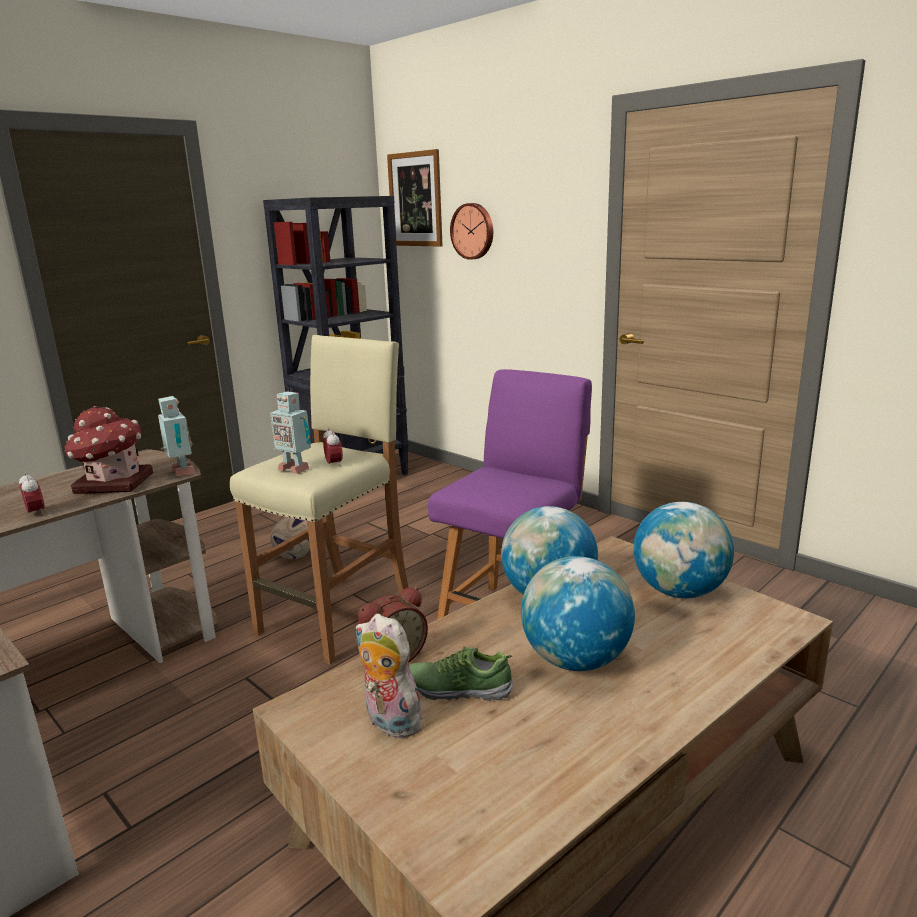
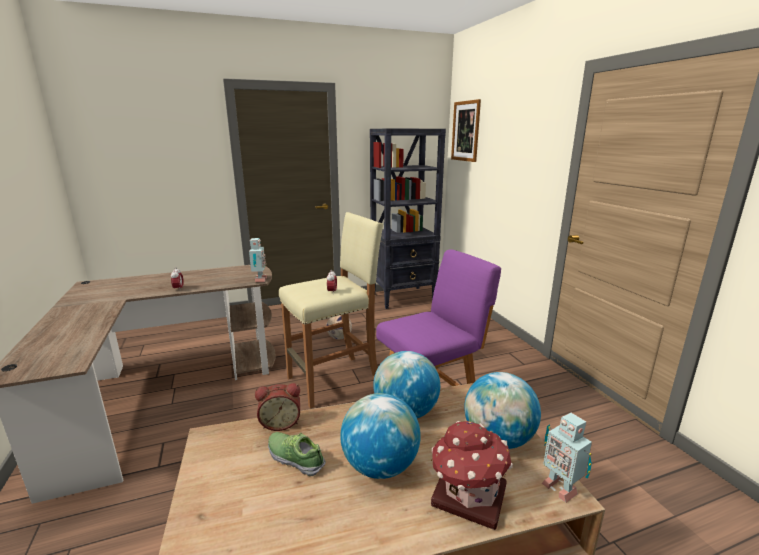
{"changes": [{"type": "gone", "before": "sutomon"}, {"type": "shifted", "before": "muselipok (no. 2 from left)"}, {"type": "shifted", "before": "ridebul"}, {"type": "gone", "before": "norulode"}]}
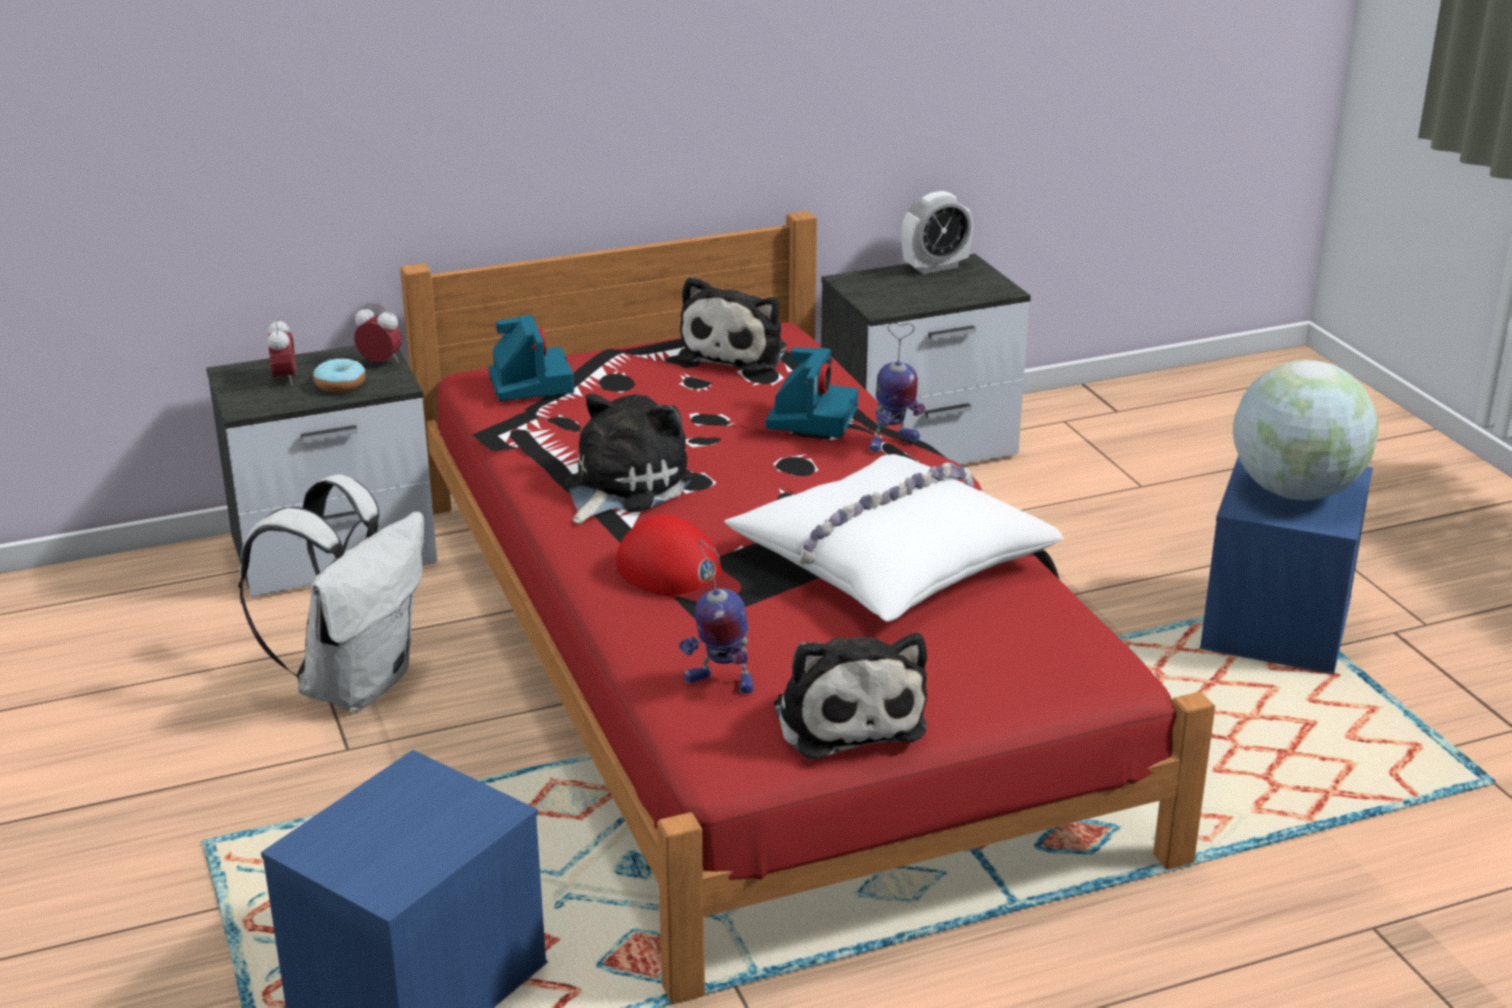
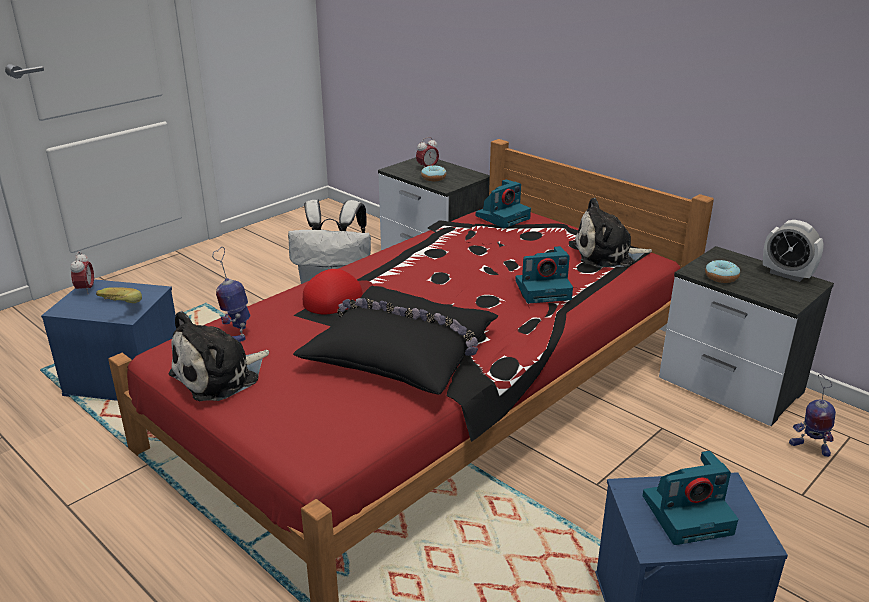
{"changes": [{"type": "shifted", "before": "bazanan (no. 2 from left in the first image)", "after": "bazanan (no. 1 from left)"}, {"type": "shifted", "before": "muselipok (no. 2 from left)"}, {"type": "swapped", "before": "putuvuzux", "after": "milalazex (no. 3 from left)"}, {"type": "gone", "before": "norulode (no. 1 from left)"}, {"type": "repainted", "before": "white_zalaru", "after": "black_zalaru"}, {"type": "rotated", "before": "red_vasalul", "turn": -150}, {"type": "new", "after": "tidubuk (no. 2 from left)"}, {"type": "new", "after": "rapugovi"}]}
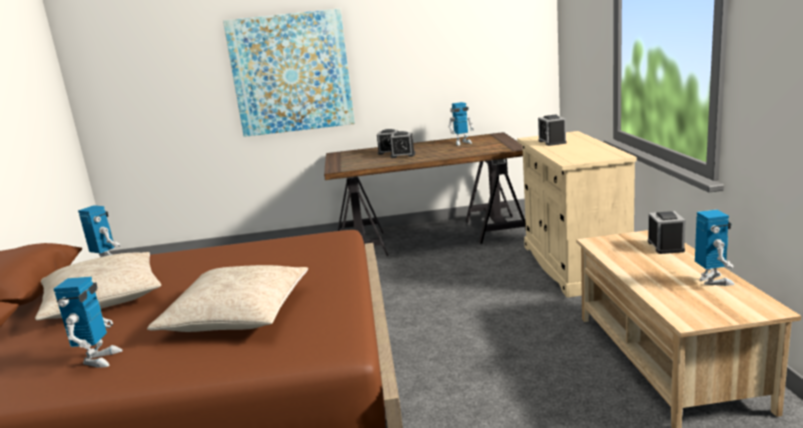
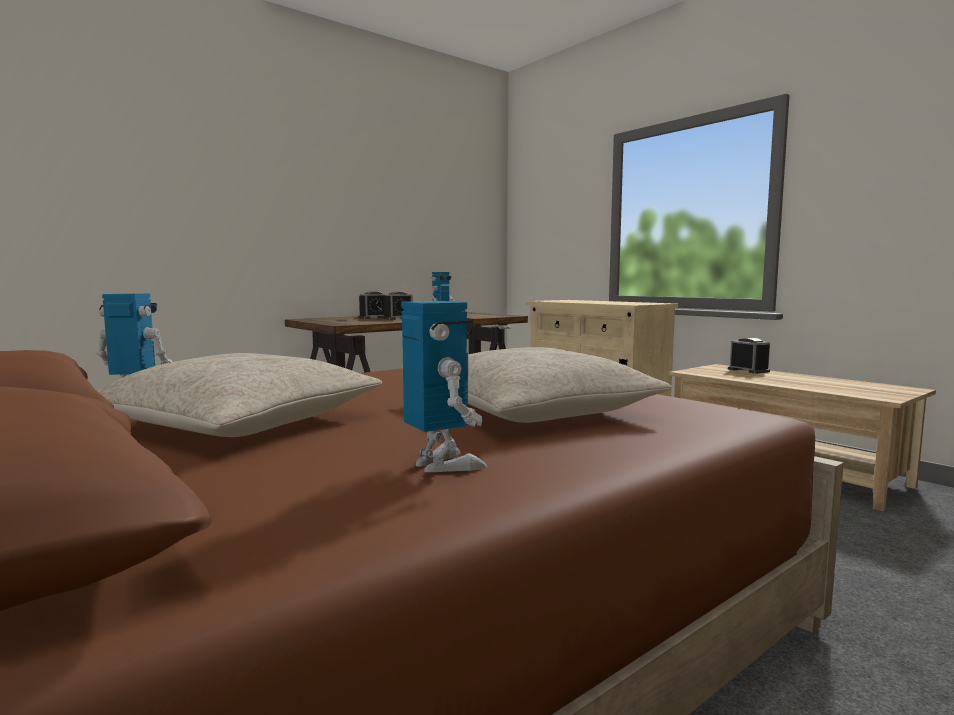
{"changes": [{"type": "gone", "before": "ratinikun"}, {"type": "gone", "before": "bazanan (no. 3 from left)"}, {"type": "gone", "before": "muselipok (no. 4 from left)"}]}
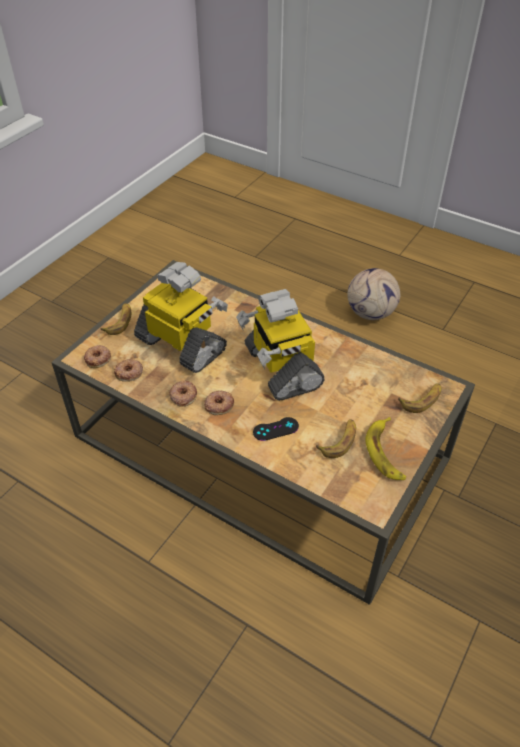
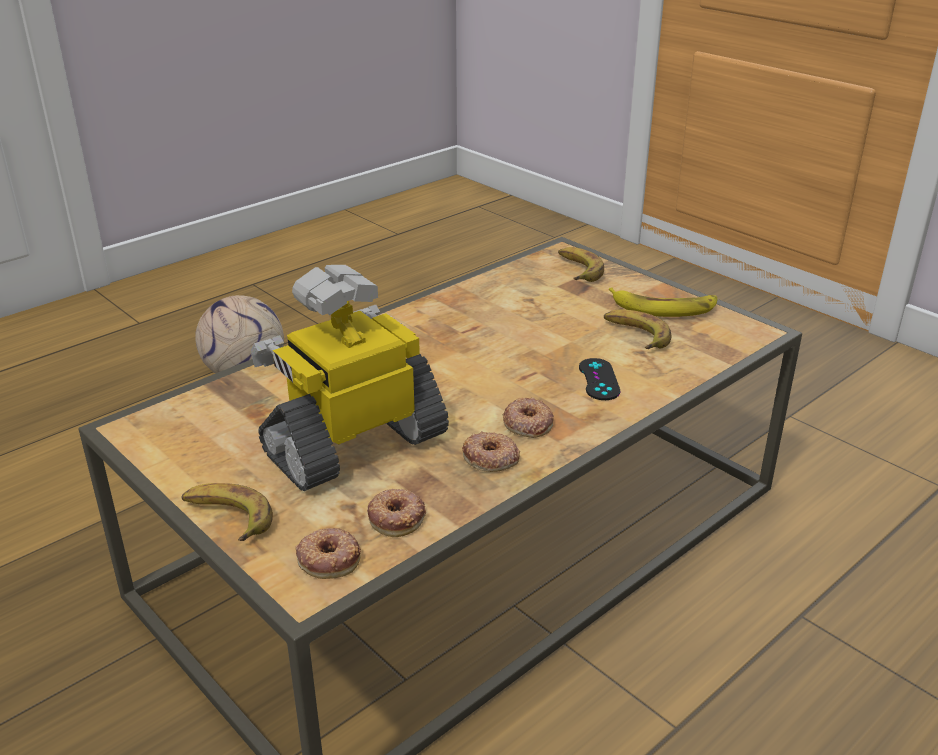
{"changes": [{"type": "gone", "before": "muselipok (no. 2 from left)"}]}
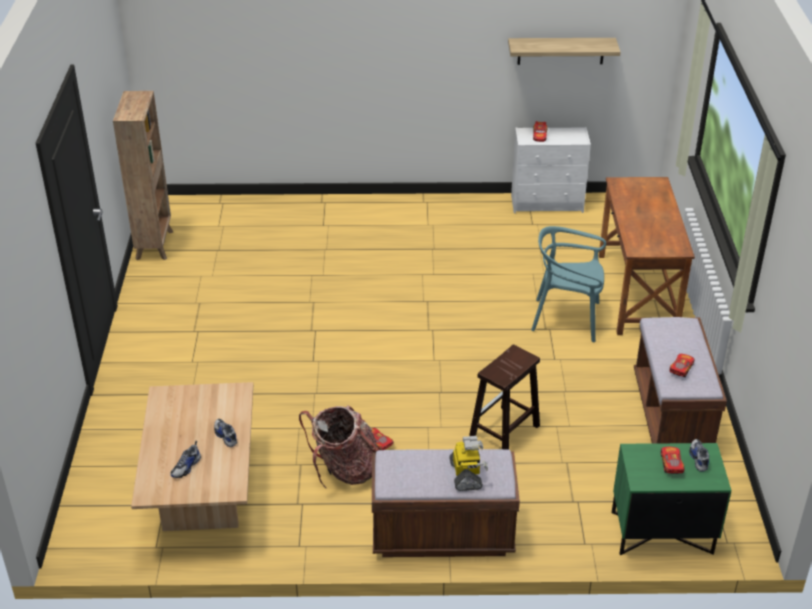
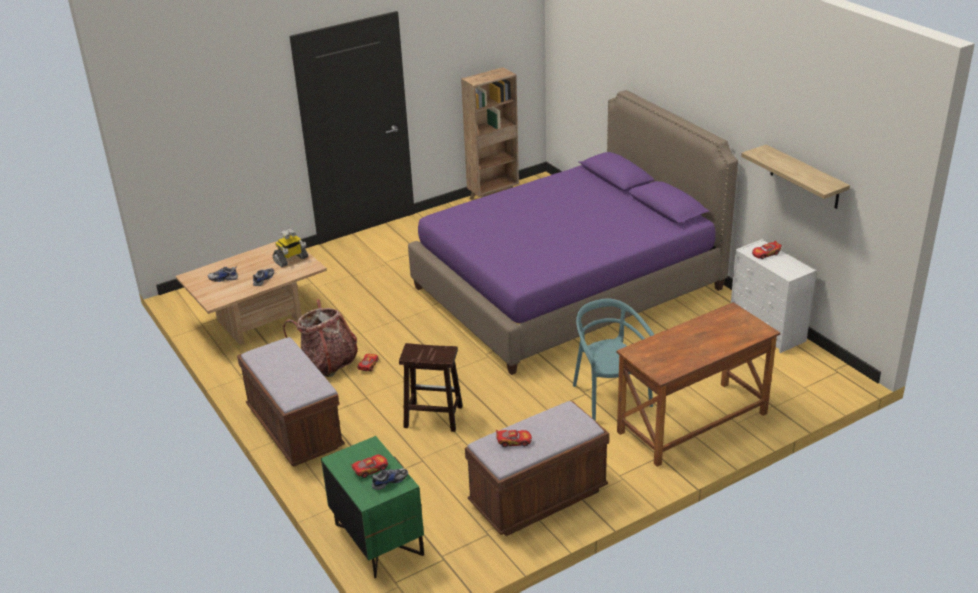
{"changes": [{"type": "shifted", "before": "muselipok"}, {"type": "new", "after": "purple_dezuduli"}]}
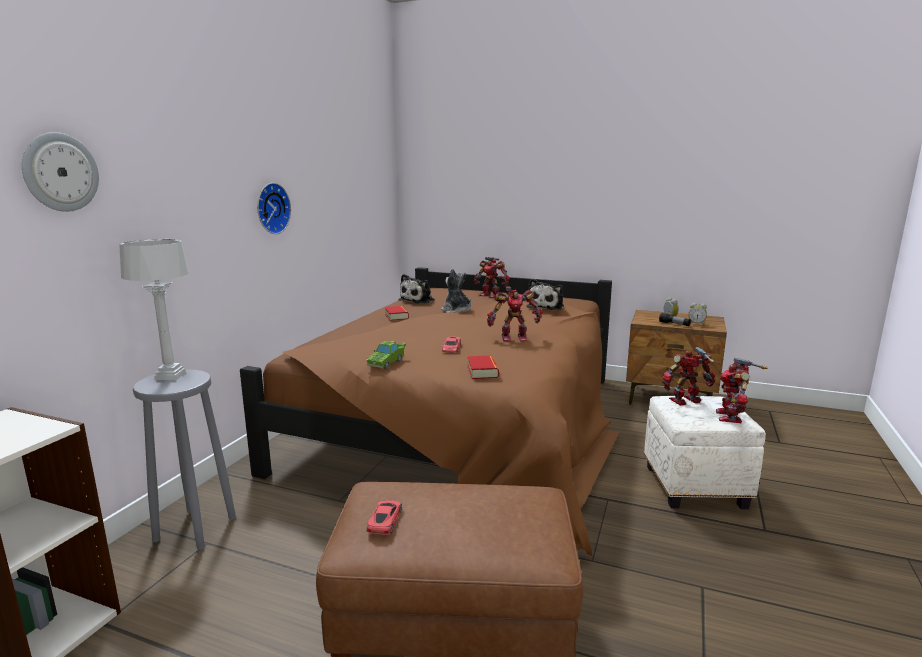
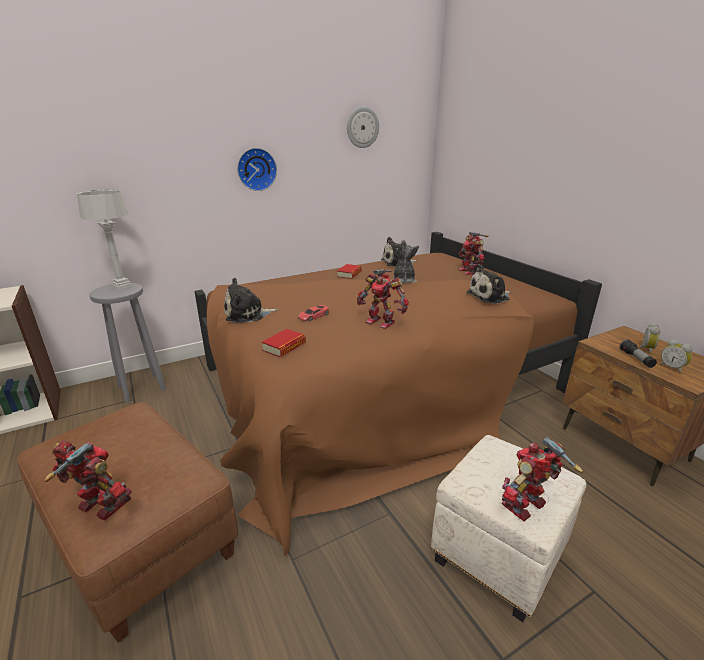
{"changes": [{"type": "shifted", "before": "sutomon (no. 1 from left in the first image)", "after": "sutomon (no. 2 from left)"}, {"type": "swapped", "before": "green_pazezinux", "after": "norulode (no. 1 from left)"}, {"type": "shifted", "before": "muselipok (no. 3 from left in the first image)", "after": "muselipok (no. 1 from left)"}, {"type": "gone", "before": "red_pazezinux (no. 1 from left)"}]}
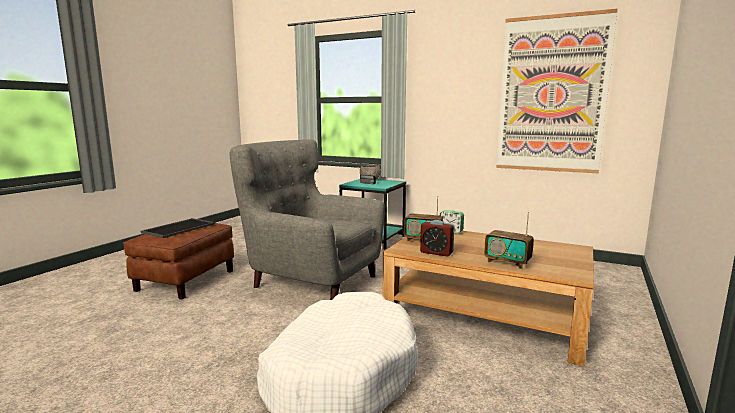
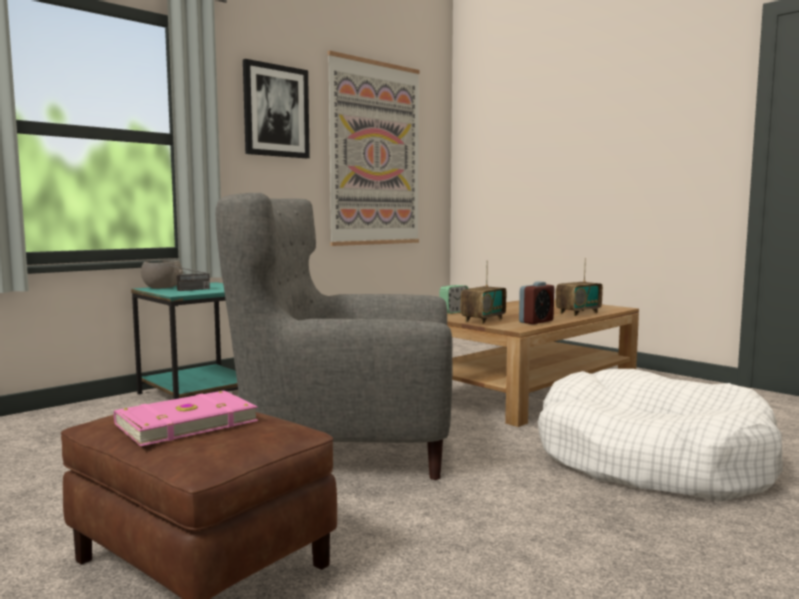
{"changes": [{"type": "rotated", "before": "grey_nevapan", "turn": 45}, {"type": "swapped", "before": "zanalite", "after": "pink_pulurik"}, {"type": "new", "after": "ratinikun (no. 1 from left)"}]}
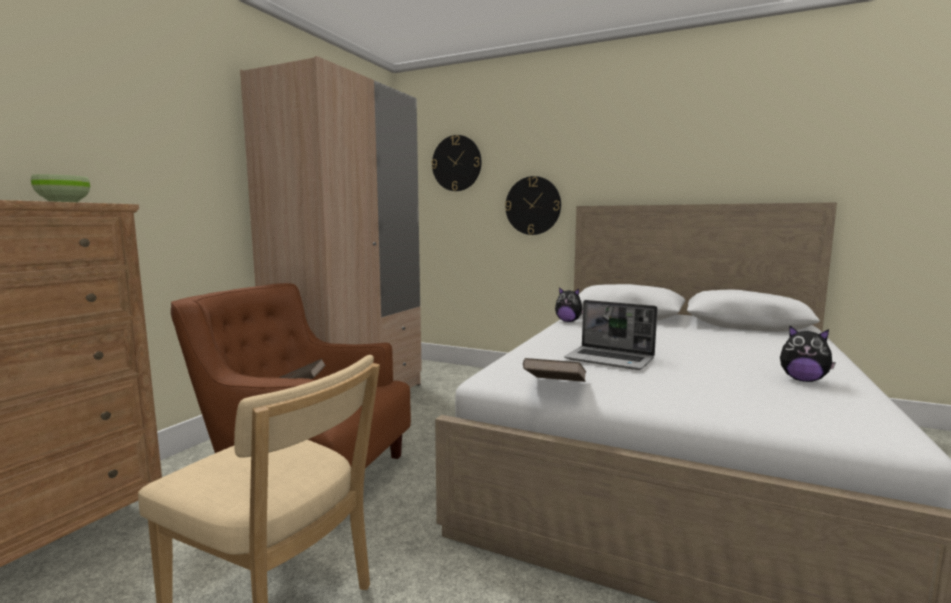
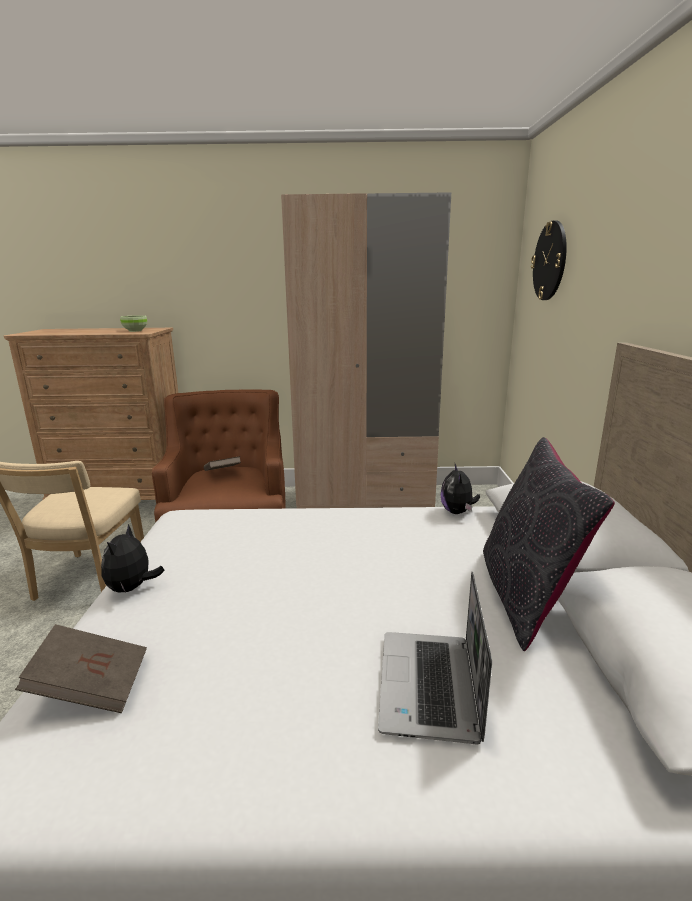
{"changes": [{"type": "gone", "before": "sutomon (no. 2 from left)"}, {"type": "shifted", "before": "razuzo"}, {"type": "shifted", "before": "norulode (no. 2 from left in the first image)", "after": "norulode (no. 1 from left)"}, {"type": "shifted", "before": "brown_pulurik (no. 2 from left in the first image)", "after": "brown_pulurik (no. 1 from left)"}, {"type": "new", "after": "black_zalaru"}]}
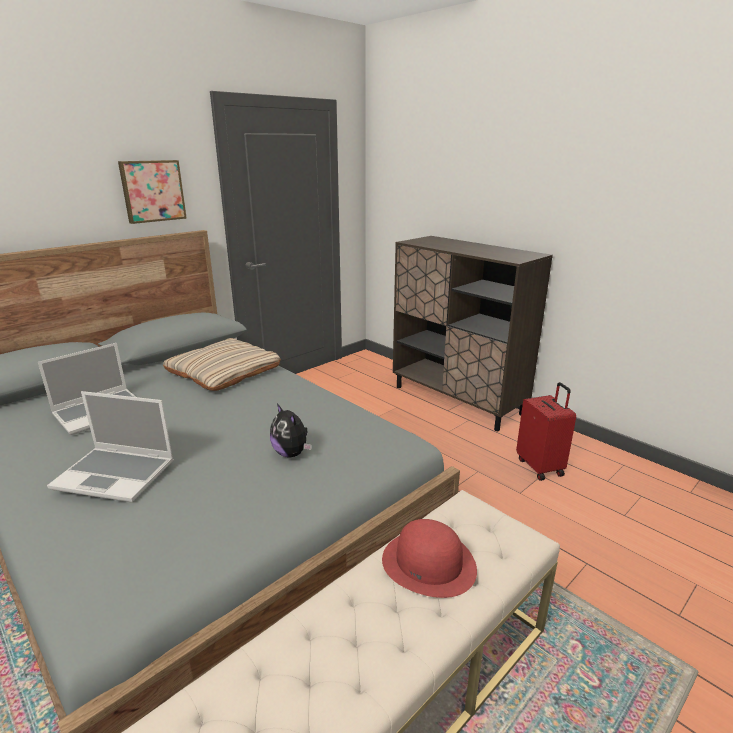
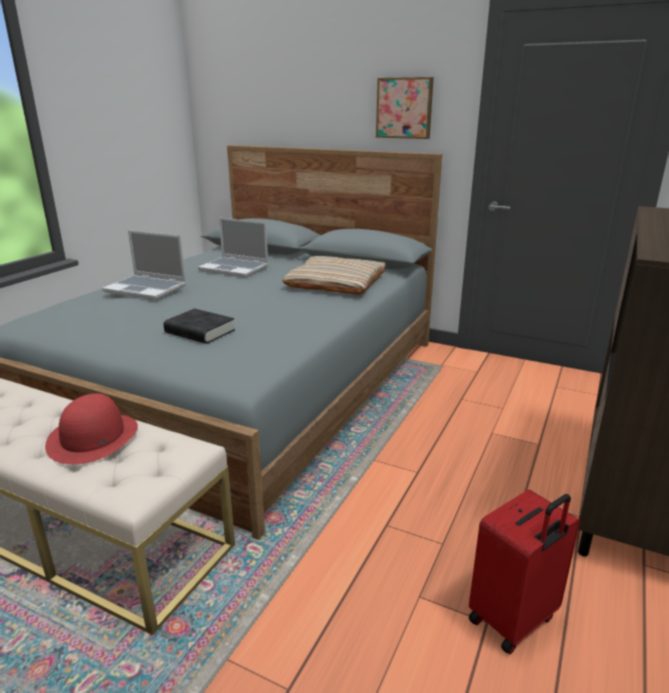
{"changes": [{"type": "rotated", "before": "razuzo (no. 2 from left in the first image)", "turn": -60}, {"type": "swapped", "before": "norulode", "after": "black_pulurik"}]}
